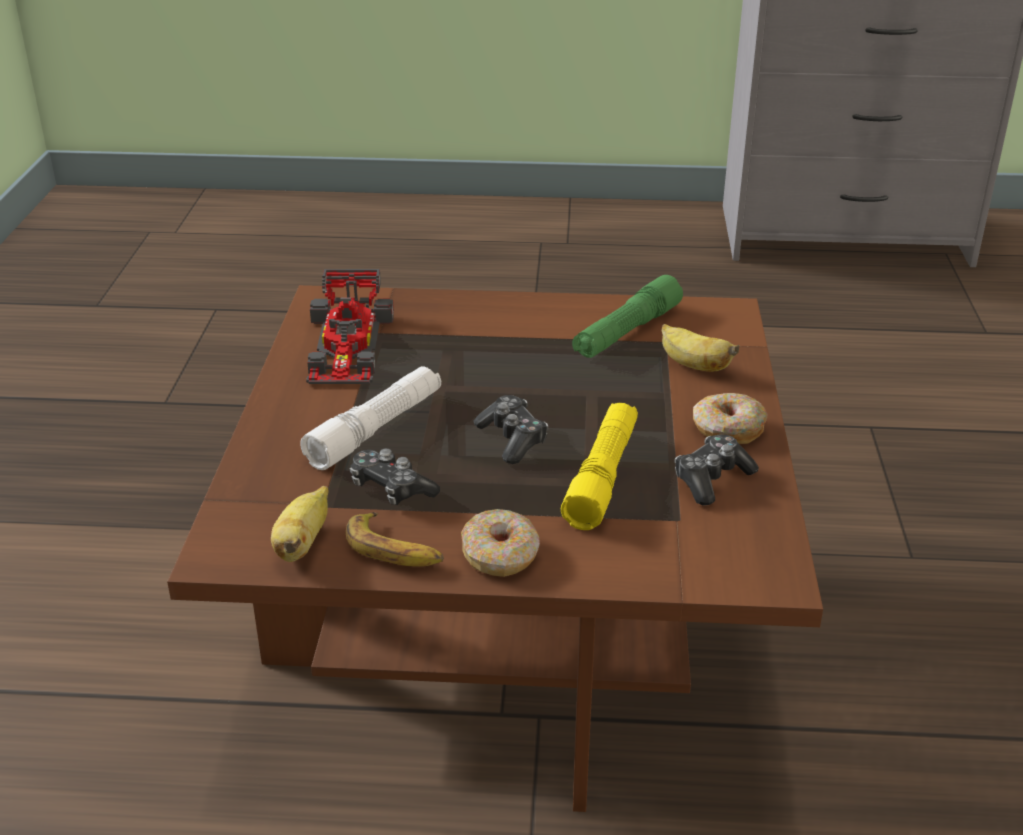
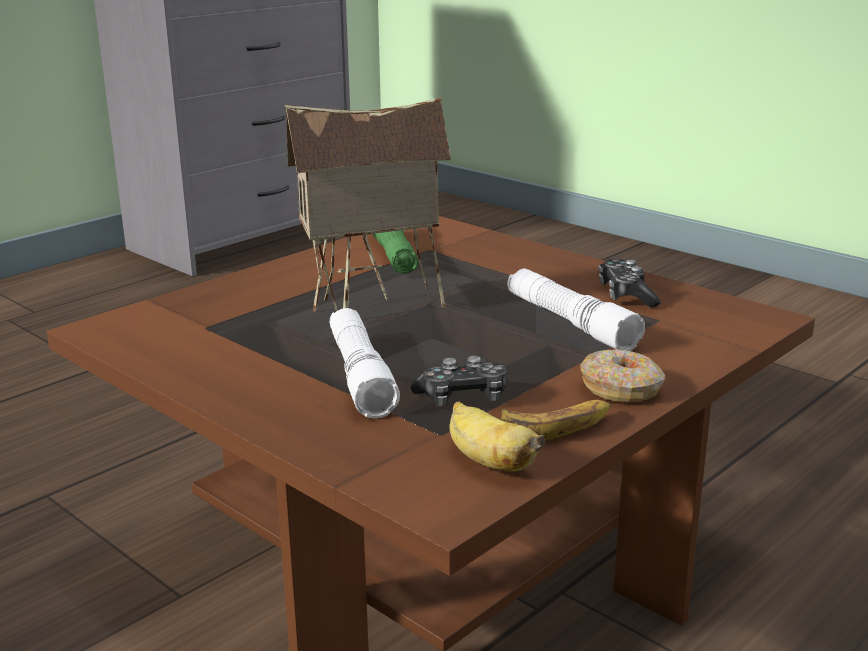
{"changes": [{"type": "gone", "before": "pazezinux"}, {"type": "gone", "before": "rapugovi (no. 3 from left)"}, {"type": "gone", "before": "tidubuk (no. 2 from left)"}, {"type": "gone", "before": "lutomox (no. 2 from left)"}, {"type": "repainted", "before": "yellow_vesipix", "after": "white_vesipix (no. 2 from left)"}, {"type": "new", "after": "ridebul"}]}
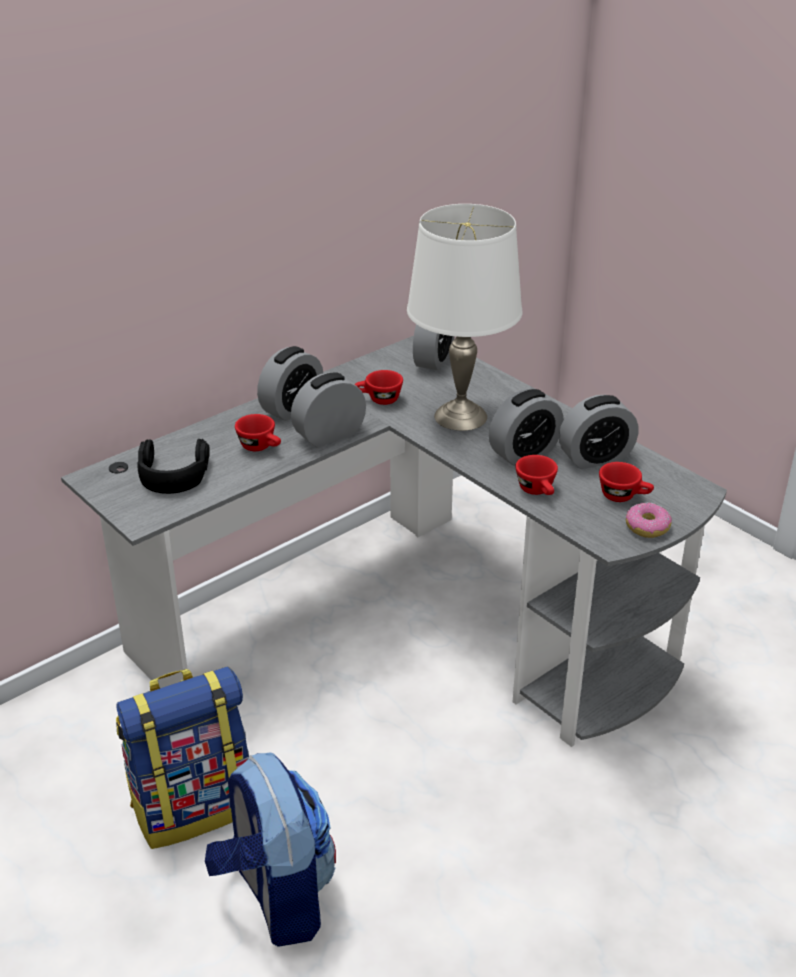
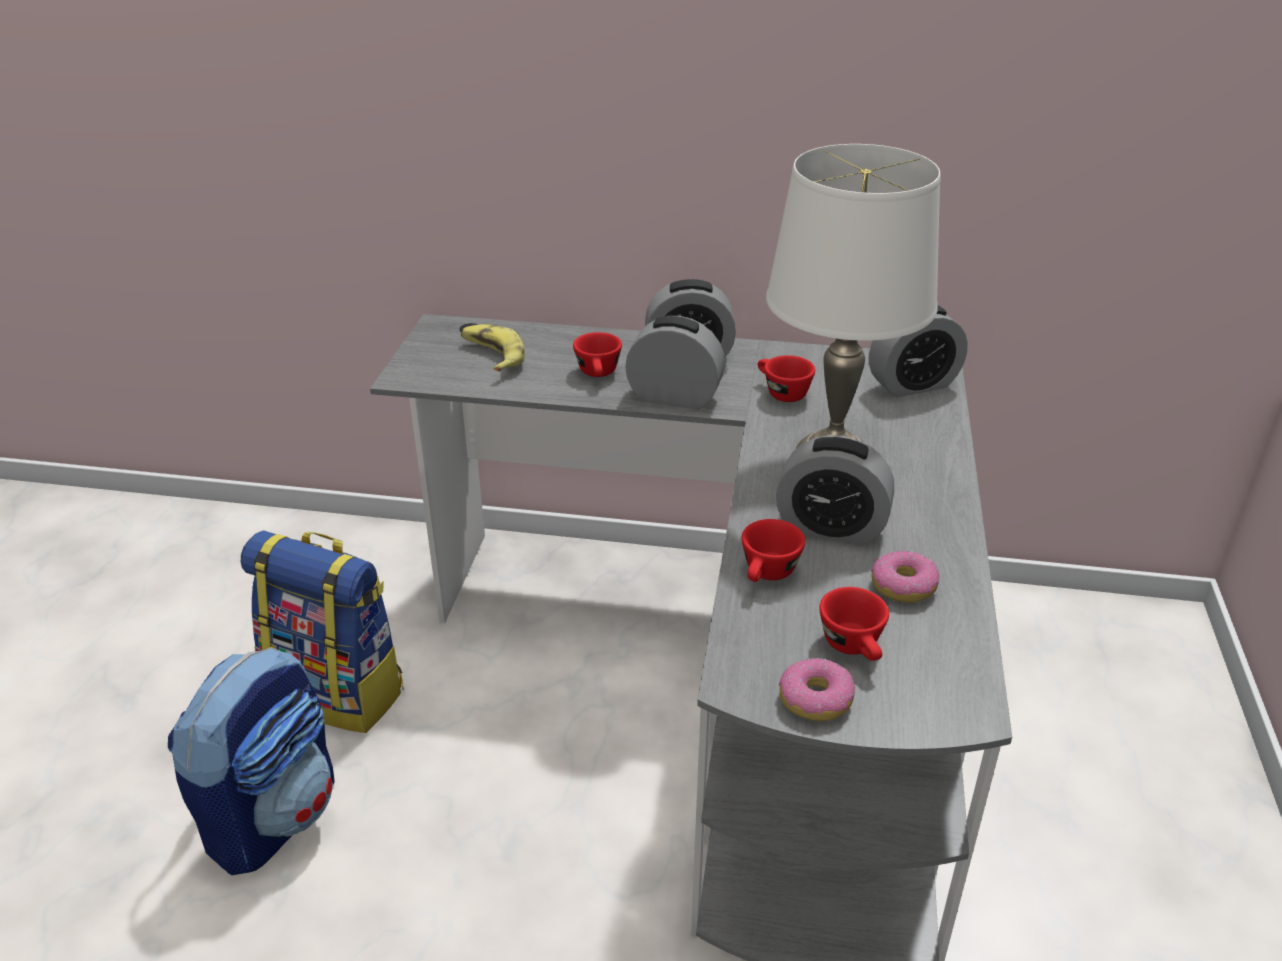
{"changes": [{"type": "swapped", "before": "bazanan (no. 5 from left)", "after": "tidubuk (no. 2 from left)"}, {"type": "swapped", "before": "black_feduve", "after": "rapugovi"}]}
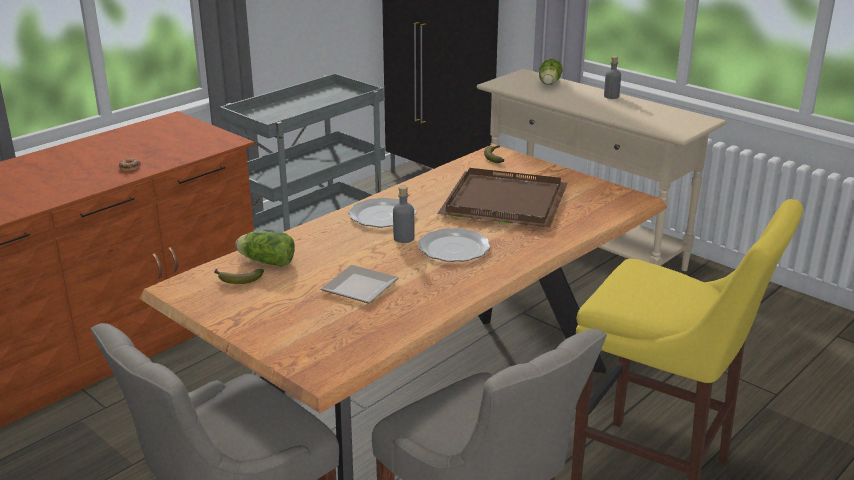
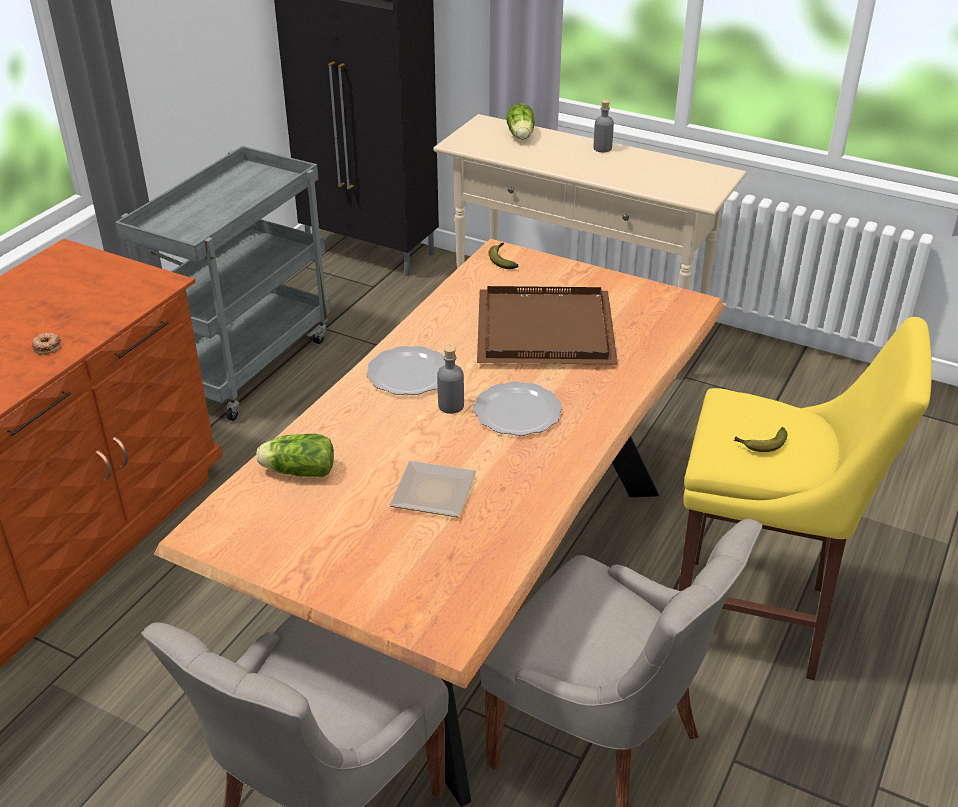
{"changes": [{"type": "shifted", "before": "rapugovi (no. 1 from left in the first image)", "after": "rapugovi (no. 2 from left)"}]}
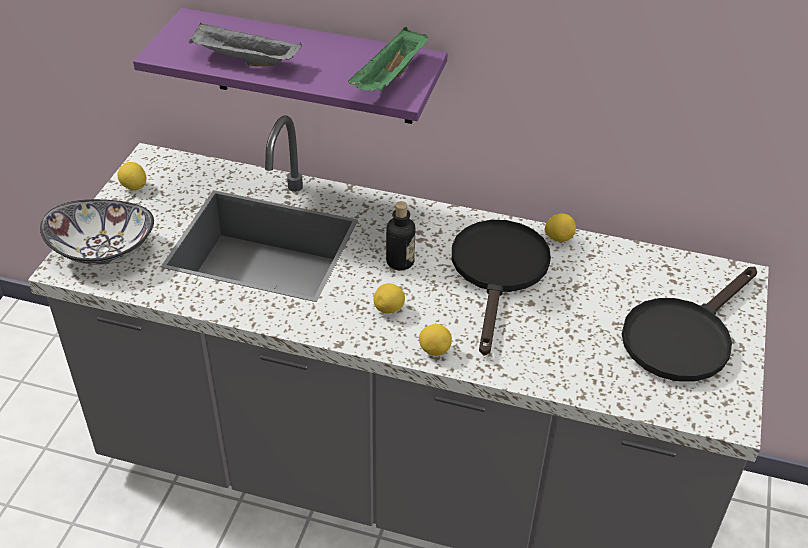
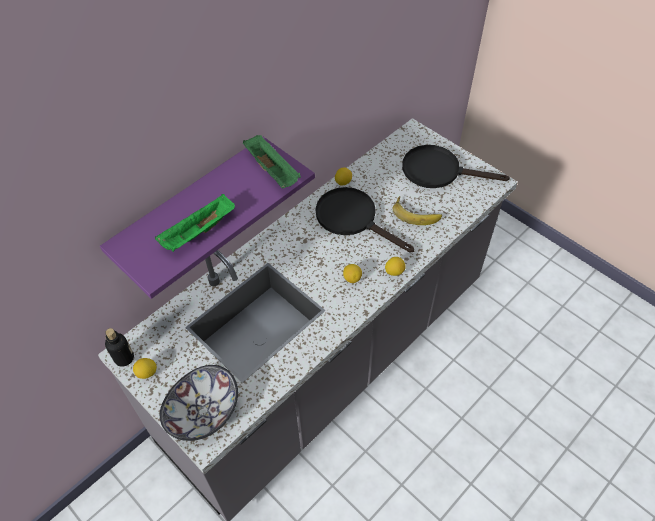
{"changes": [{"type": "repainted", "before": "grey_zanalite", "after": "green_zanalite (no. 1 from left)"}, {"type": "shifted", "before": "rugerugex"}, {"type": "rotated", "before": "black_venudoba (no. 2 from left)", "turn": 120}, {"type": "new", "after": "rapugovi"}]}
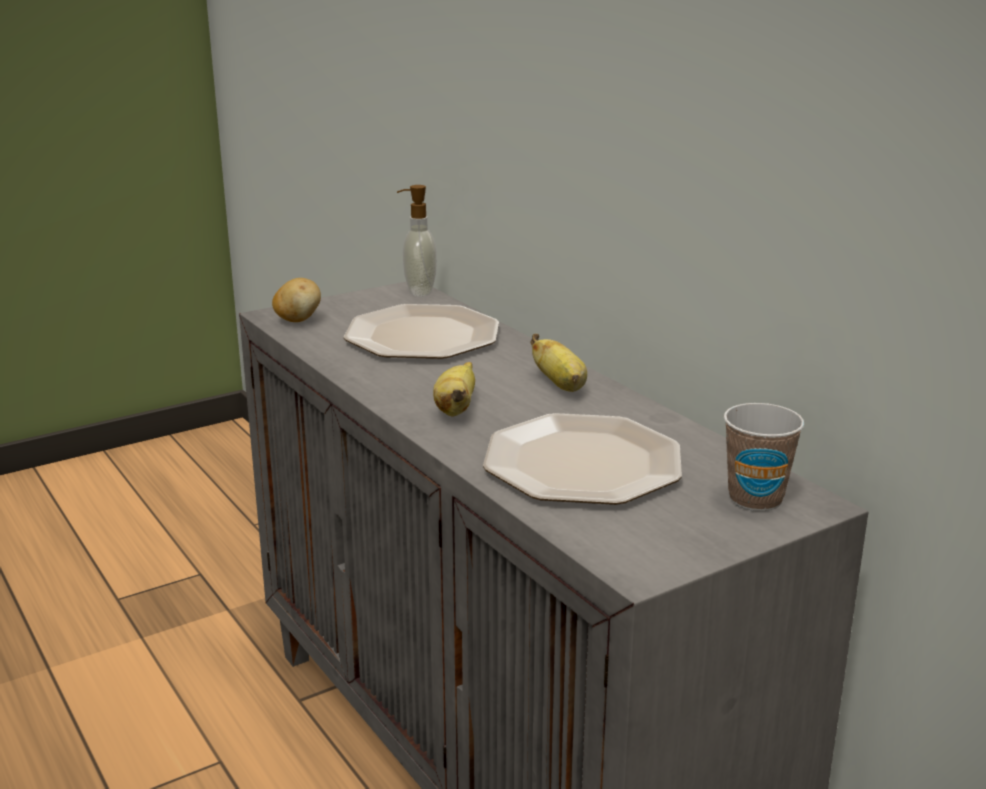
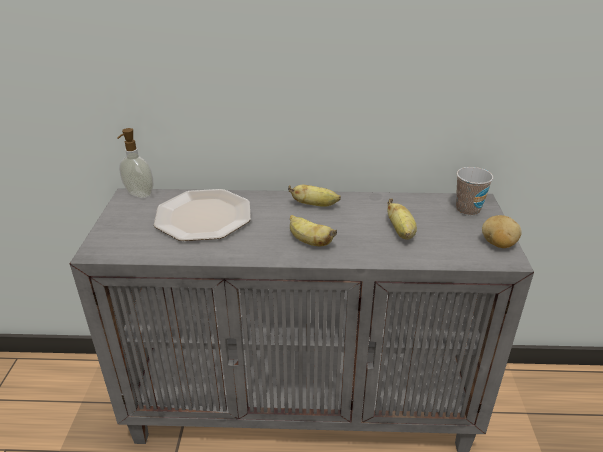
{"changes": [{"type": "shifted", "before": "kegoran"}, {"type": "swapped", "before": "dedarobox (no. 2 from left)", "after": "rapugovi (no. 3 from left)"}]}
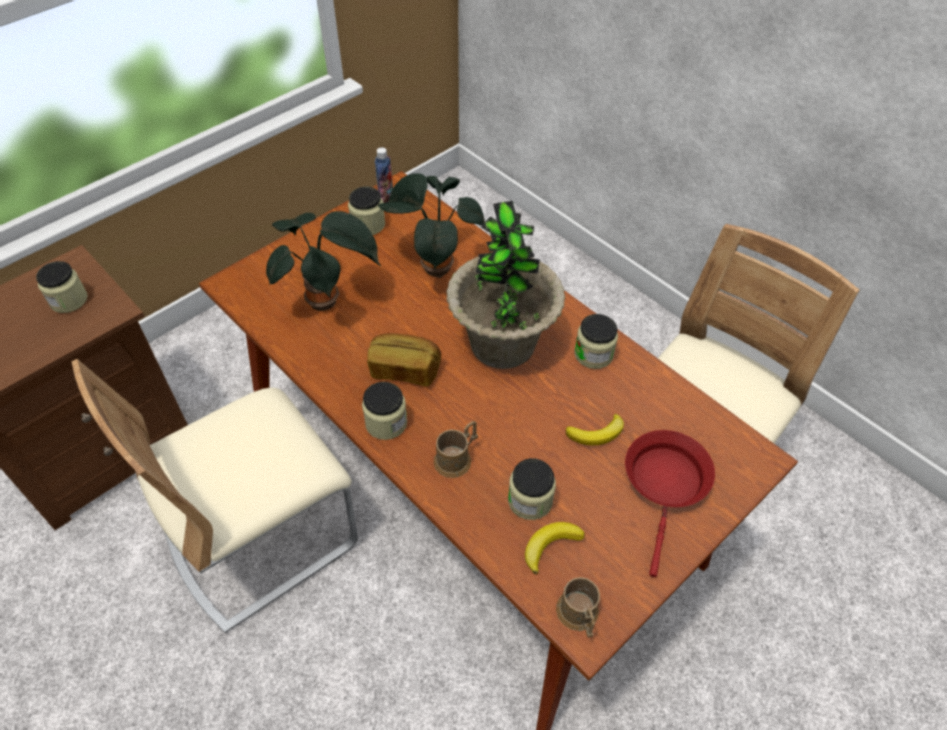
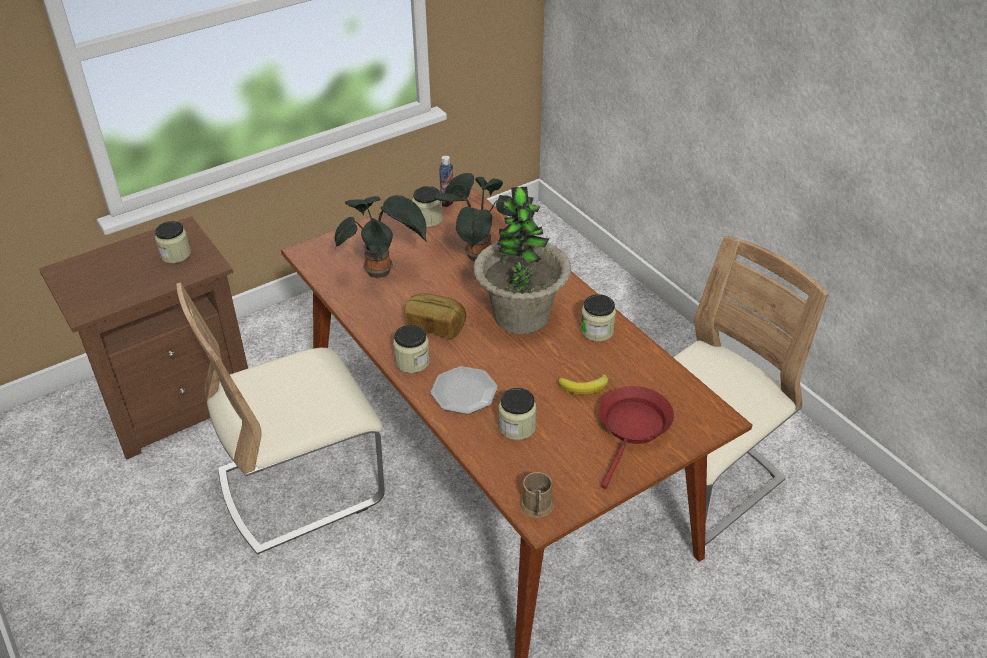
{"changes": [{"type": "swapped", "before": "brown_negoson (no. 1 from left)", "after": "dedarobox"}, {"type": "gone", "before": "rapugovi (no. 1 from left)"}]}
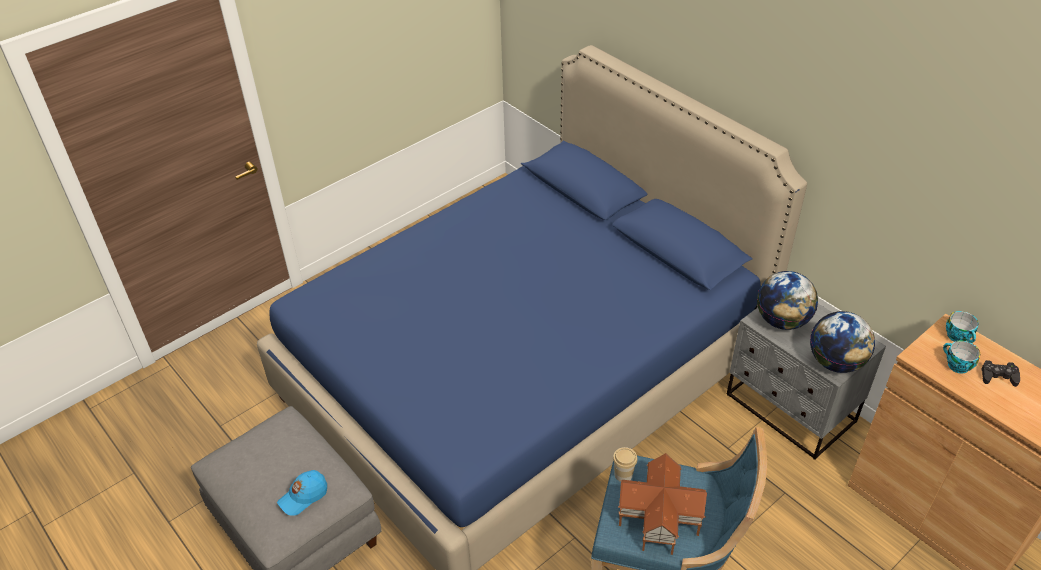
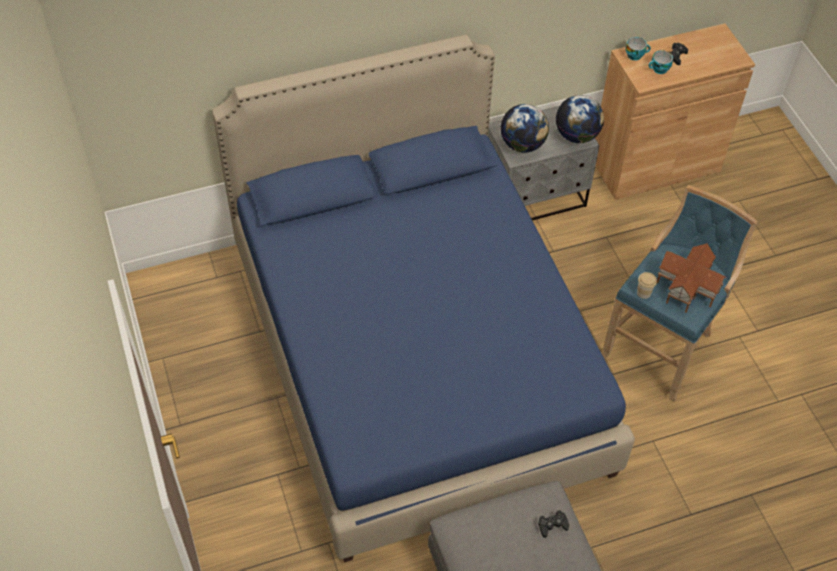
{"changes": [{"type": "swapped", "before": "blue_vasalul", "after": "black_lutomox (no. 1 from left)"}]}
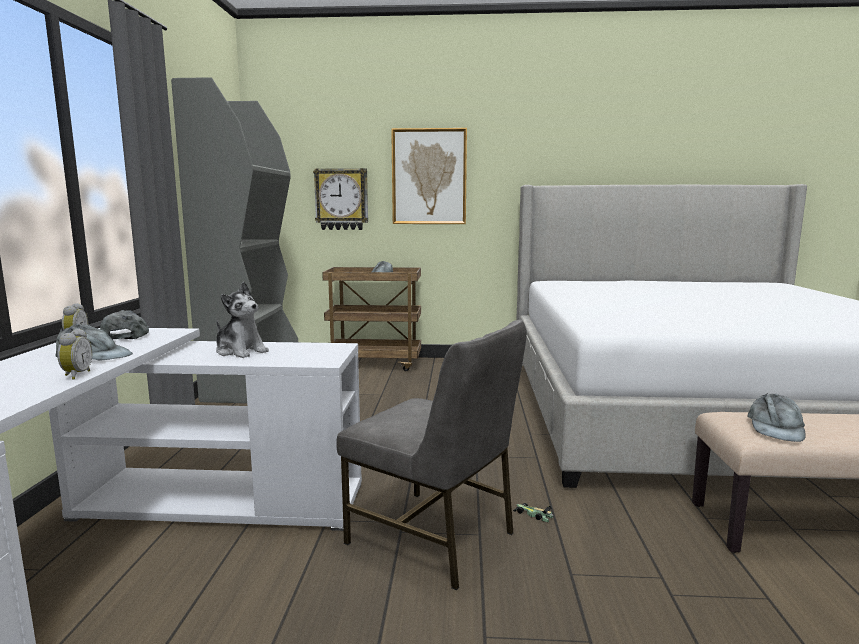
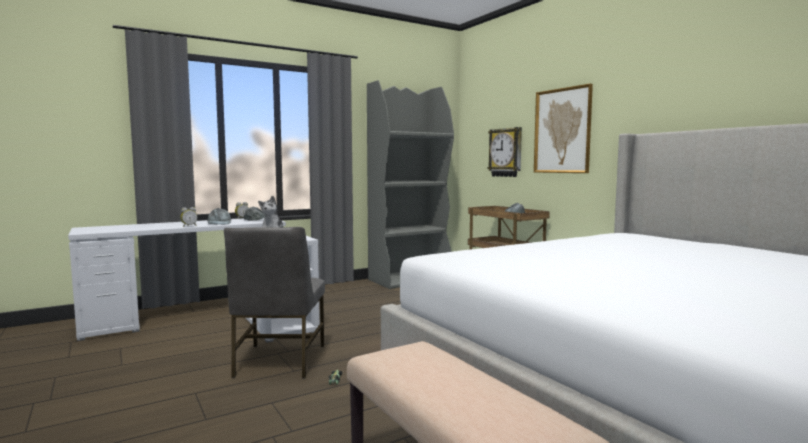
{"changes": [{"type": "gone", "before": "grey_vasalul (no. 4 from left)"}]}
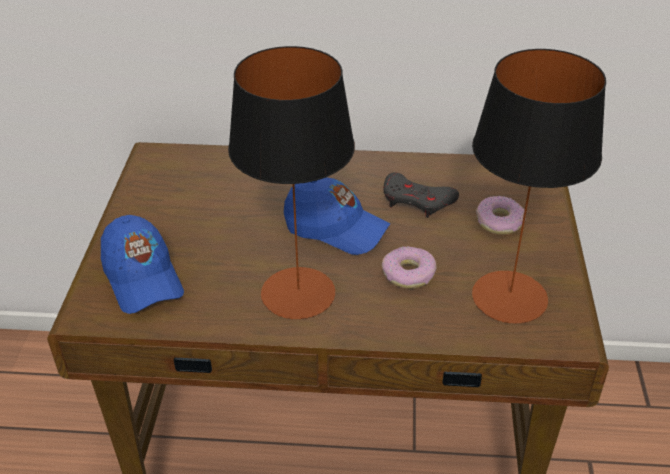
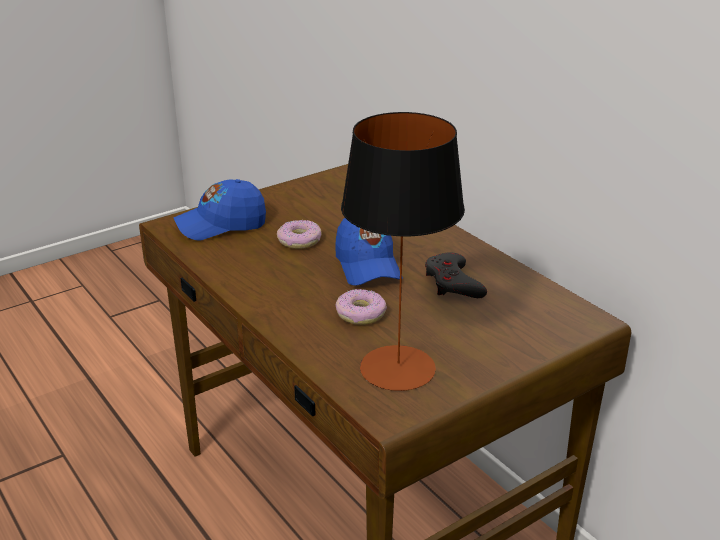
{"changes": [{"type": "gone", "before": "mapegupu (no. 1 from left)"}, {"type": "shifted", "before": "tidubuk (no. 2 from left in the first image)", "after": "tidubuk (no. 1 from left)"}, {"type": "rotated", "before": "blue_vasalul (no. 1 from left)", "turn": 45}]}
